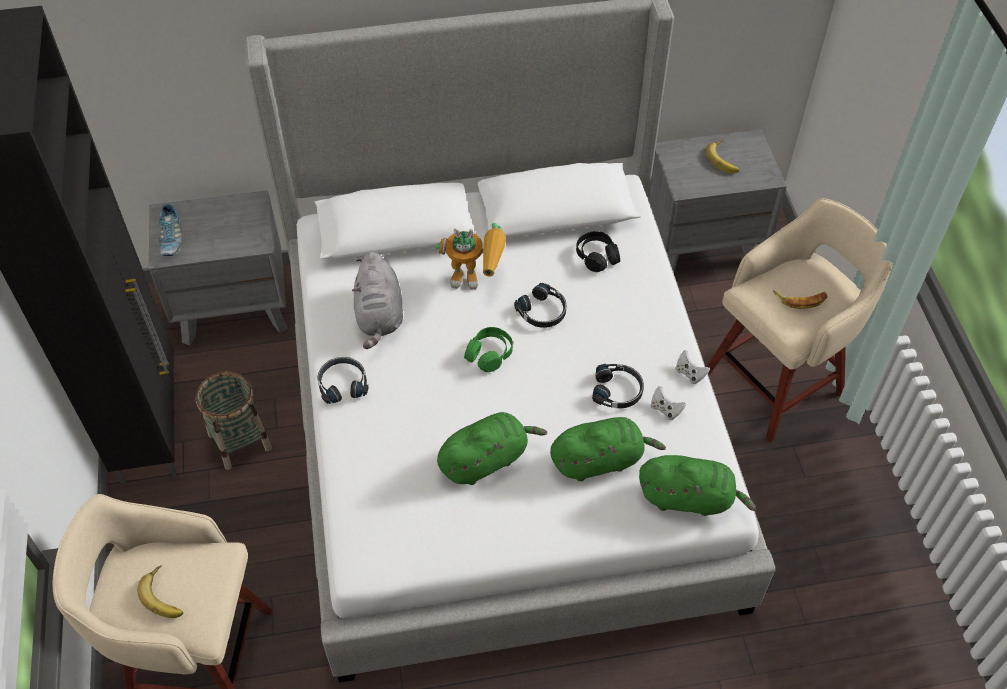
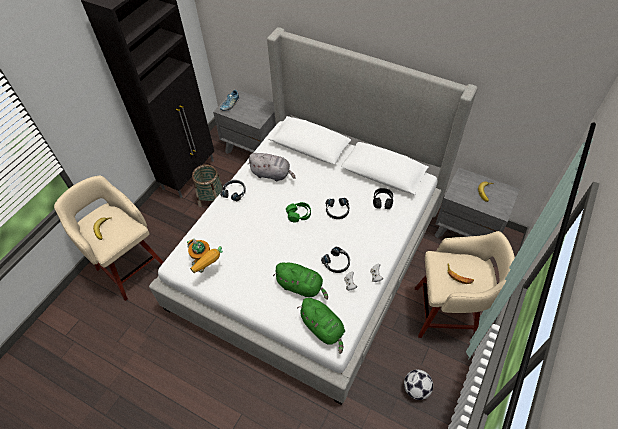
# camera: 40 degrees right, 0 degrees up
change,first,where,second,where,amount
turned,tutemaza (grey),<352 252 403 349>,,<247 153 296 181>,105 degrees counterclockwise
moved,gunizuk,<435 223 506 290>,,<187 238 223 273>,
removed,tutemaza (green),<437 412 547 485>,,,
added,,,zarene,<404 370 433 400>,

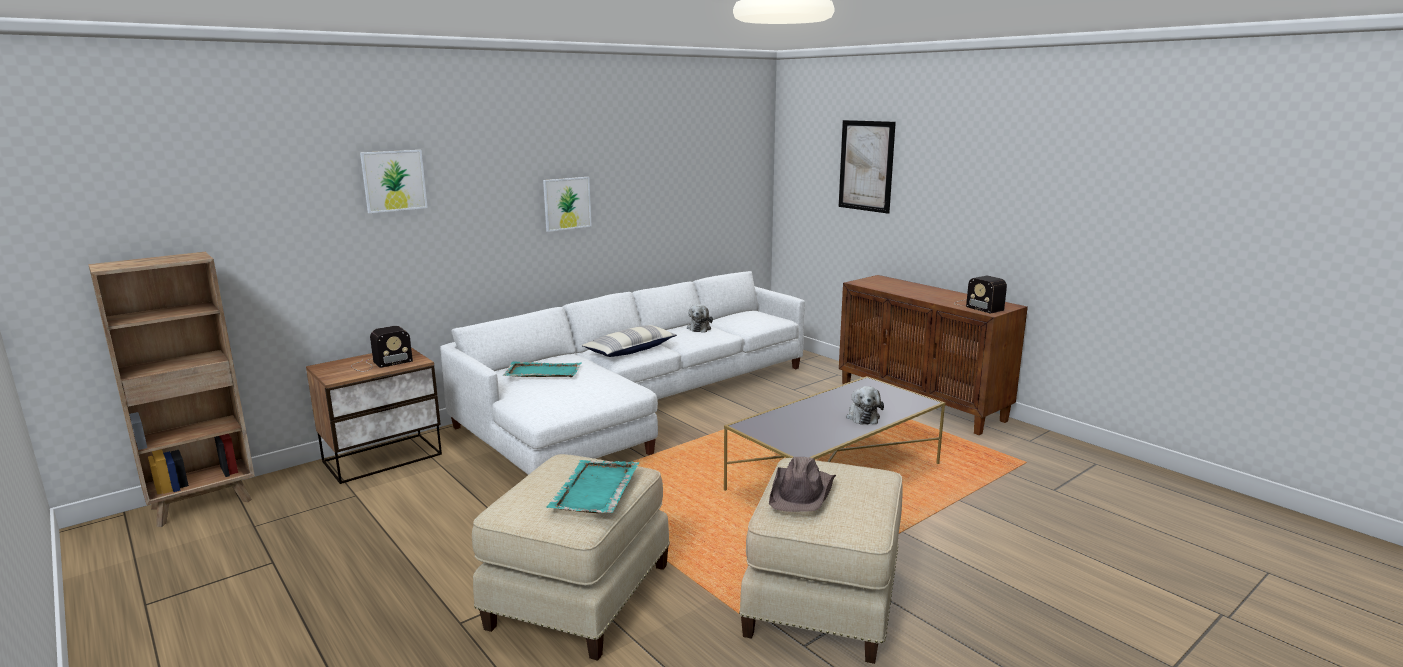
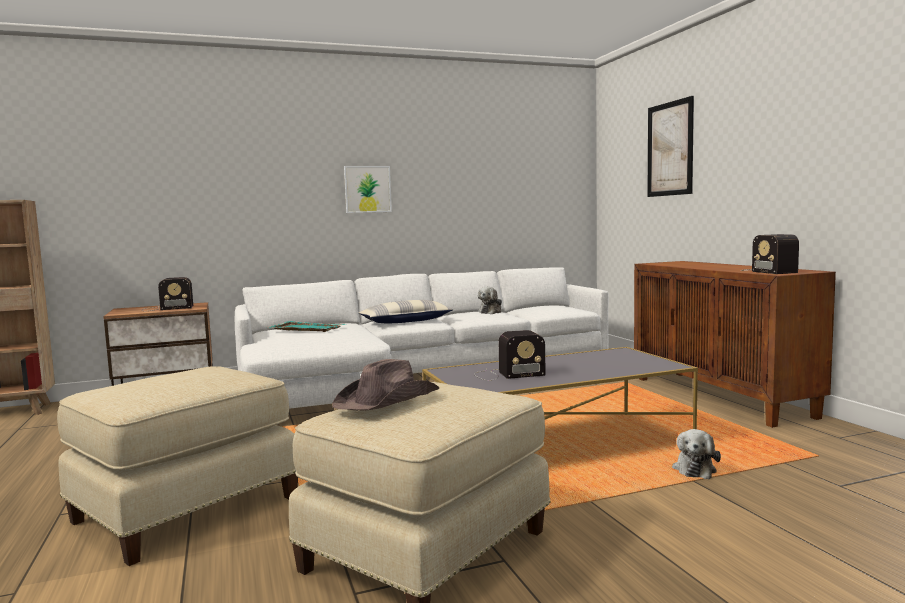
# camera: 20 degrees right, 10 degrees down
change,first,where,second,where,amount
removed,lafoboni,<360 150 428 213>,,,
removed,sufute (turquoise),<546 460 639 513>,,,
moved,tutemaza,<846 386 884 425>,,<672 429 721 479>,
added,,,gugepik,<474 330 546 381>,

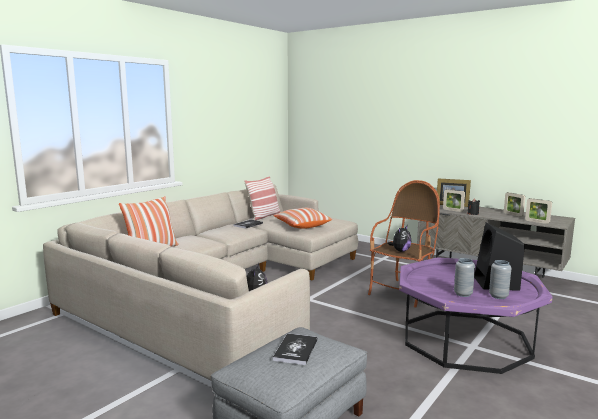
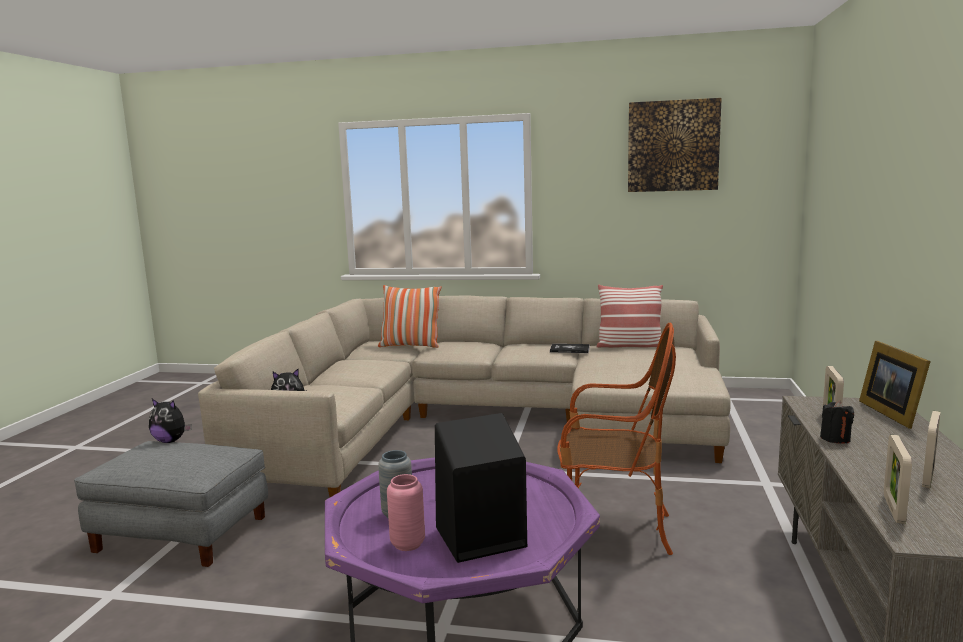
# camera: 65 degrees right, 0 degrees up
change,first,where,second,where,amount
removed,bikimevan,<273 208 332 229>,,,
removed,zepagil,<273 333 318 365>,,,
moved,tutemaza,<387 226 411 252>,,<149 399 192 443>,
recoloured,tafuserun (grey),<489 260 511 299>,tafuserun (pink),<387 474 425 551>,
added,,,lafoboni,<628 98 722 192>,

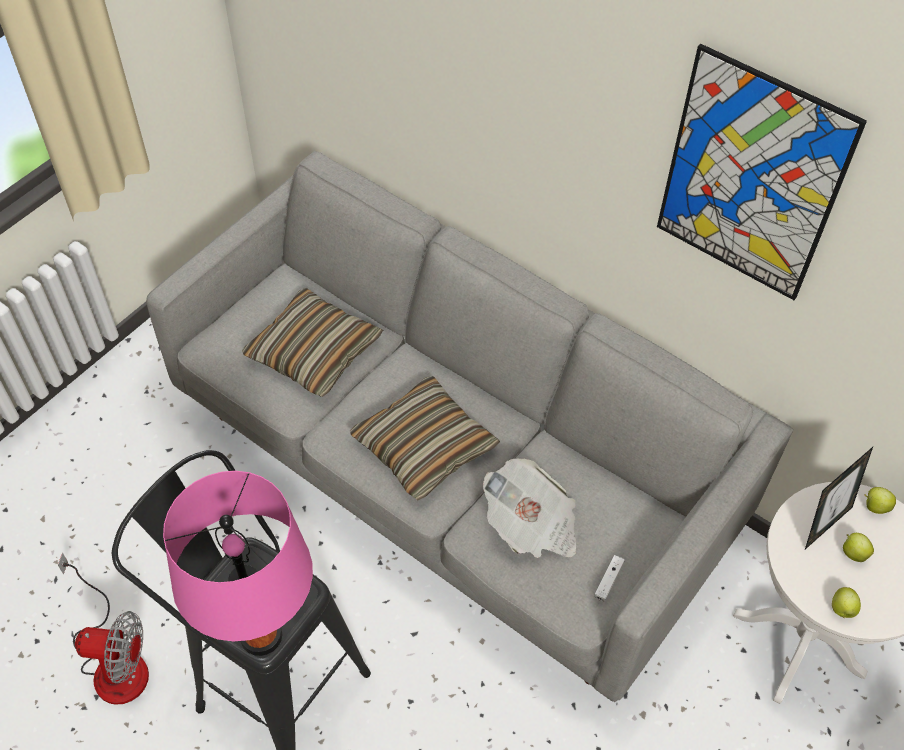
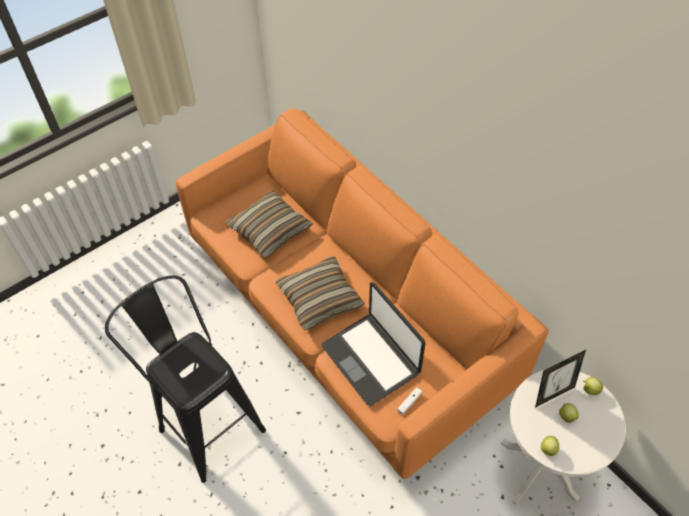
# camera: 15 degrees right, 0 degrees up
change,first,where,second,where,amount
removed,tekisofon,<58 553 149 704>,,,
recoloured,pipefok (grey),<146 151 793 702>,pipefok (orange),<176 108 549 479>,
removed,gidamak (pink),<163 471 313 656>,,,
replaced,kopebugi,<483 459 576 558>,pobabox,<321 282 426 406>,
removed,lafoboni,<657 43 867 300>,,,

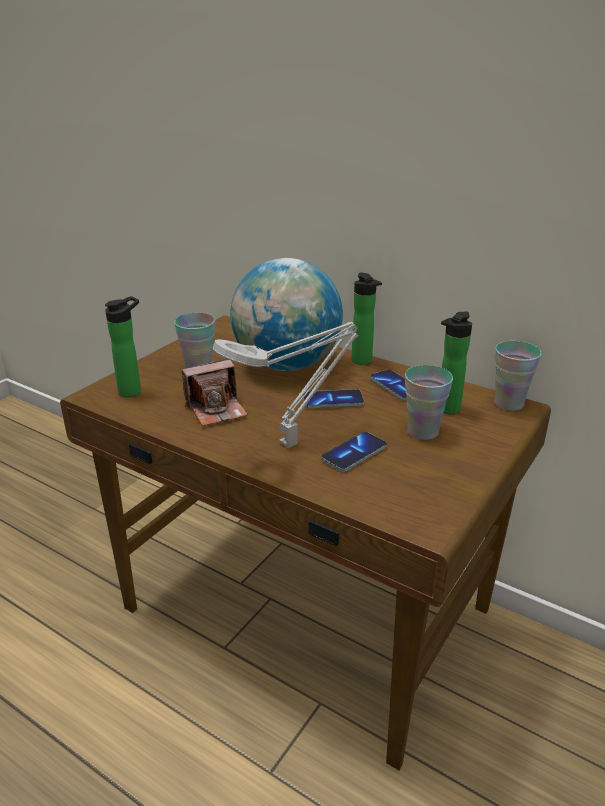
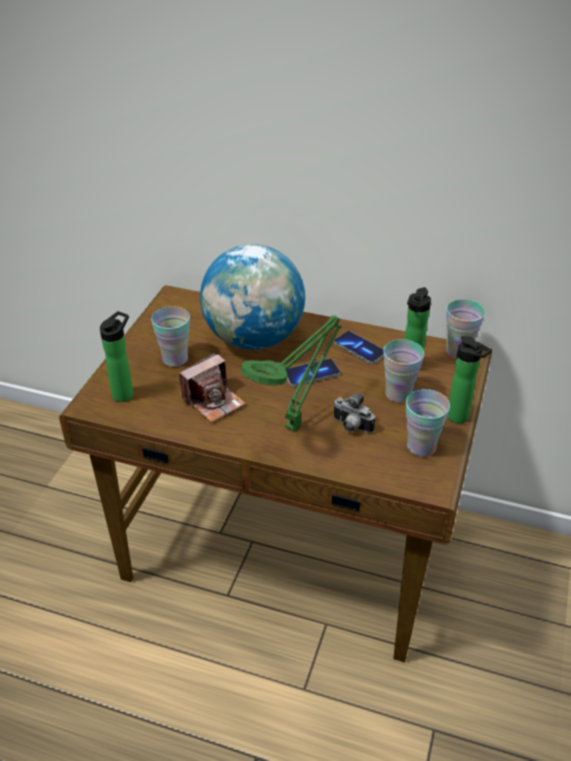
# camera: 15 degrees left, 10 degrees up
change,first,where,second,where,amount
recoloured,gidamak (grey),<213 322 359 448>,gidamak (green),<241 316 342 432>,
replaced,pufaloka,<321 432 387 472>,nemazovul,<333 393 375 433>,
moved,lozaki,<351 272 382 365>,,<447 336 492 423>,
added,,,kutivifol,<406 389 450 457>,

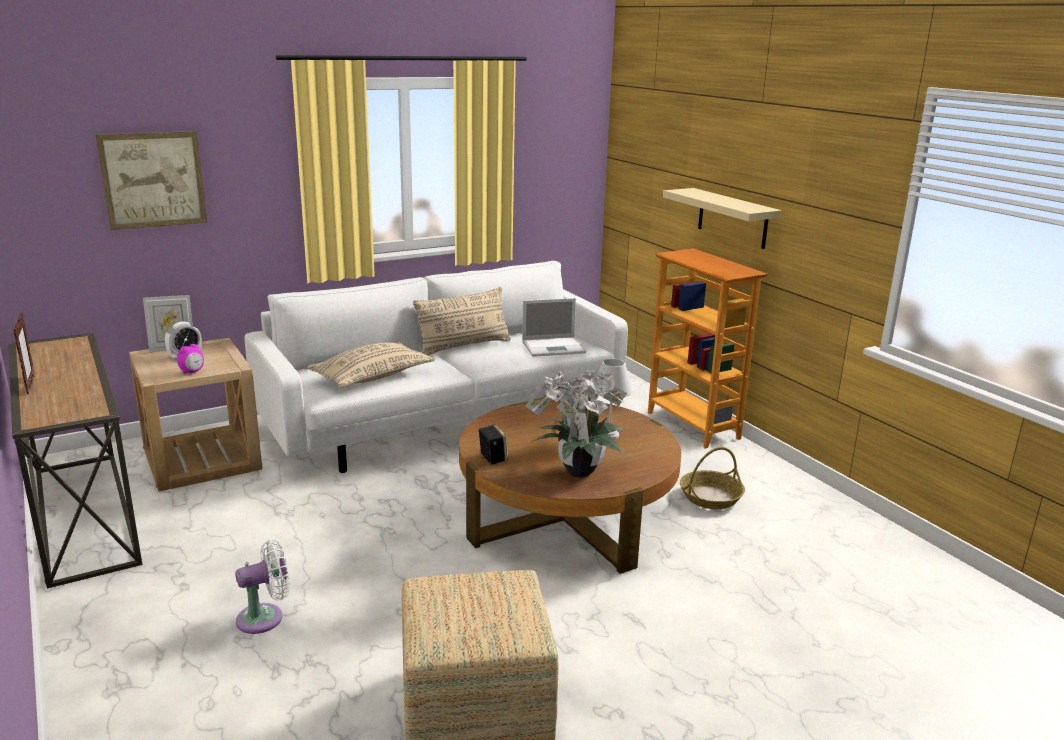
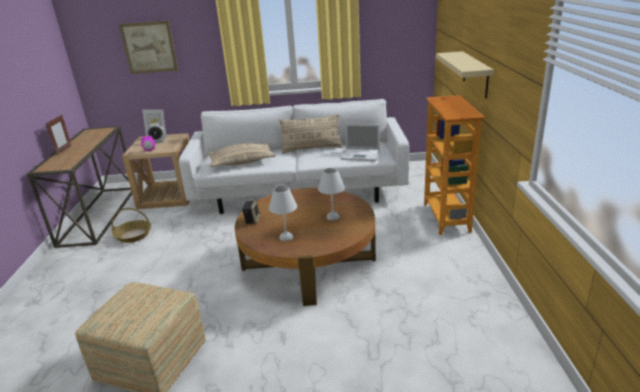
# camera: 30 degrees right, 5 degrees up
change,first,where,second,where,amount
removed,tekisofon (white),<235 540 290 634>,,,
replaced,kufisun,<525 370 627 478>,gidamak (white),<269 186 297 241>,
moved,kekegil,<680 447 745 509>,,<111 208 151 243>,

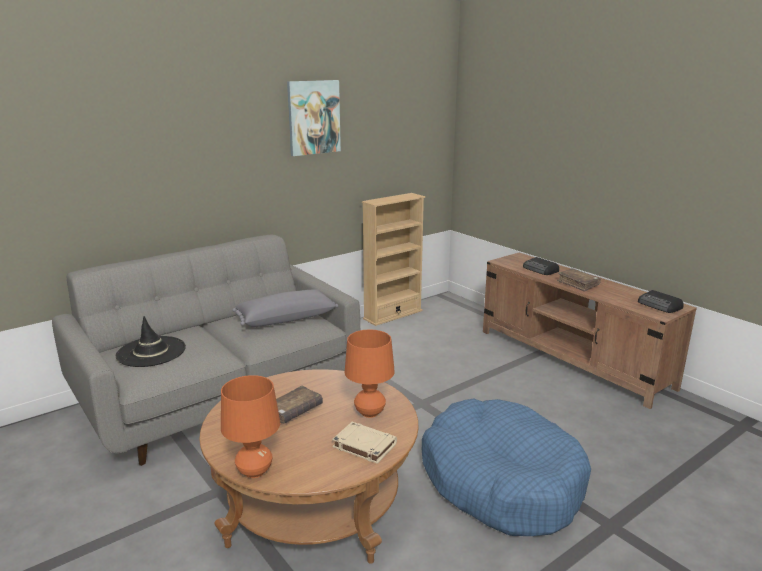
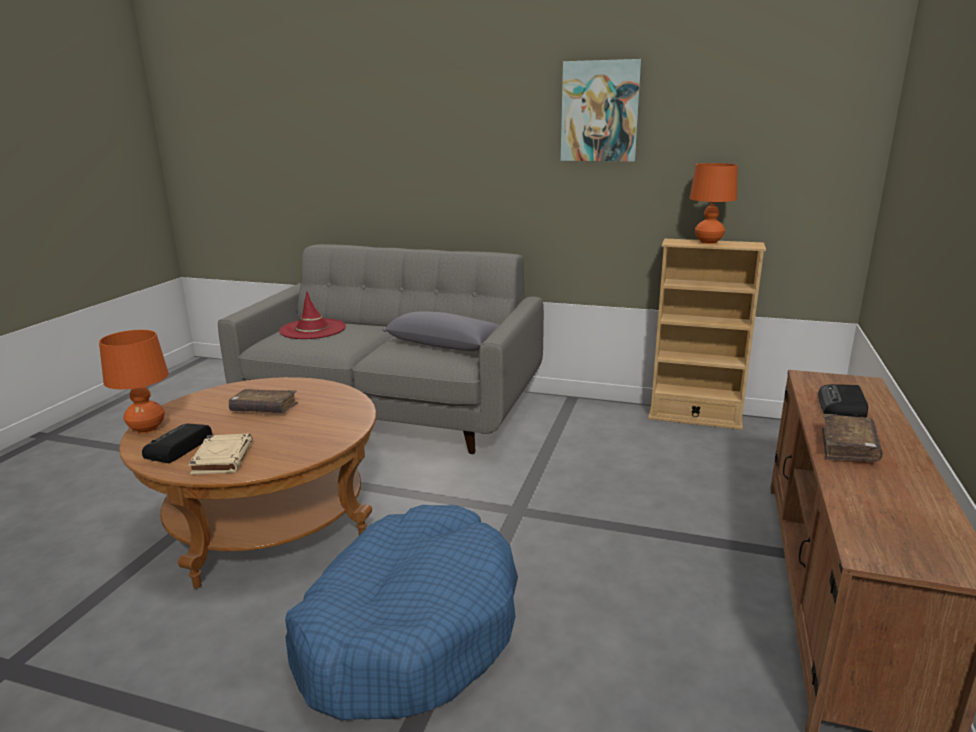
# camera: 55 degrees right, 0 degrees up
change,first,where,second,where,amount
recoloured,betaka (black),<116 316 186 367>,betaka (red),<279 291 346 339>,
moved,gidamak (orange),<344 330 395 418>,,<689 163 738 244>,
moved,gugepik,<638 290 684 313>,,<142 424 212 463>,

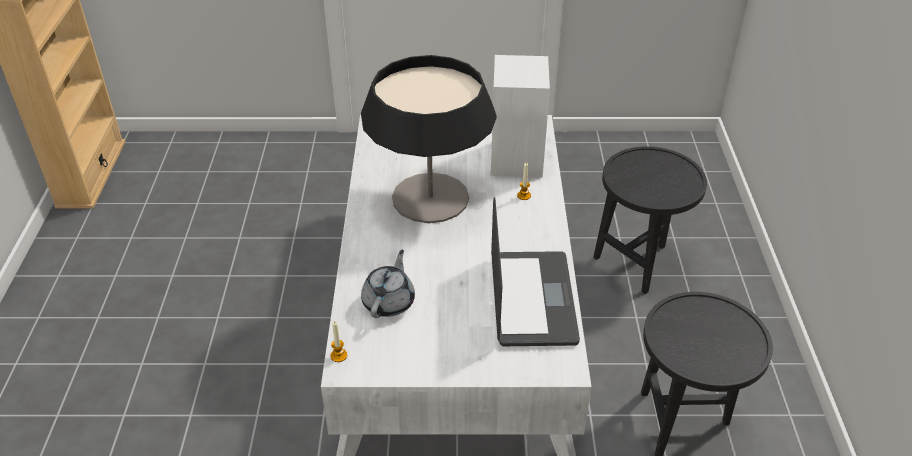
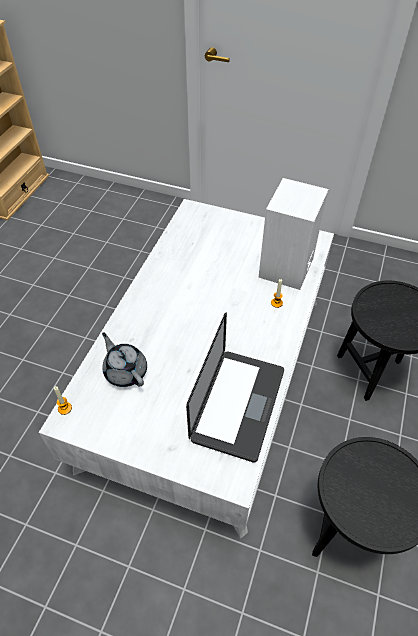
# camera: 20 degrees right, 10 degrees up
change,first,where,second,where,amount
removed,gidamak,<361 55 497 223>,,,
turned,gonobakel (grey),<361 249 415 318>,,<102 332 147 387>,75 degrees counterclockwise

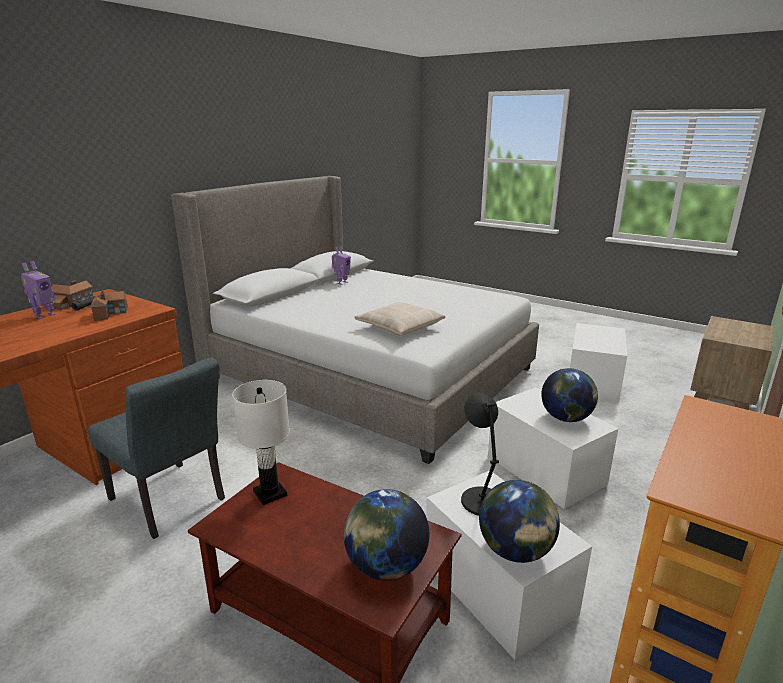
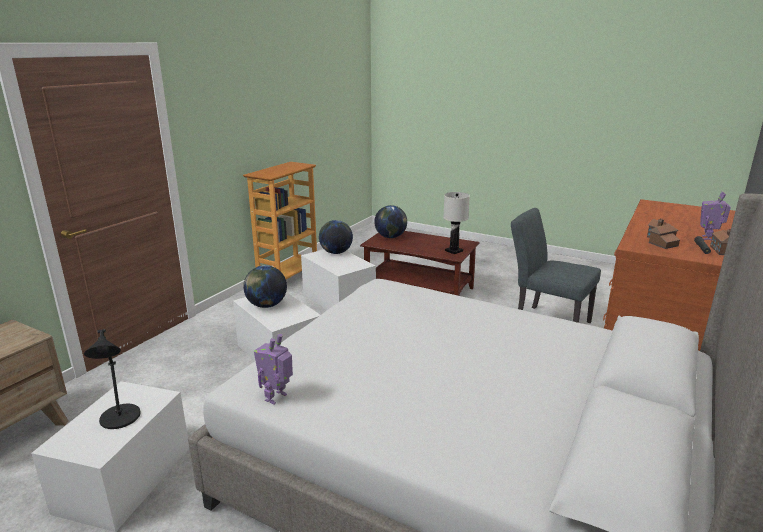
# camera: 175 degrees right, 0 degrees up
change,first,where,second,where,amount
moved,gunizuk,<332 246 351 285>,,<254 334 293 404>,
removed,bikimevan (beige),<354 302 445 335>,,,
moved,gidamak (black),<461 393 499 516>,,<84 329 141 429>,

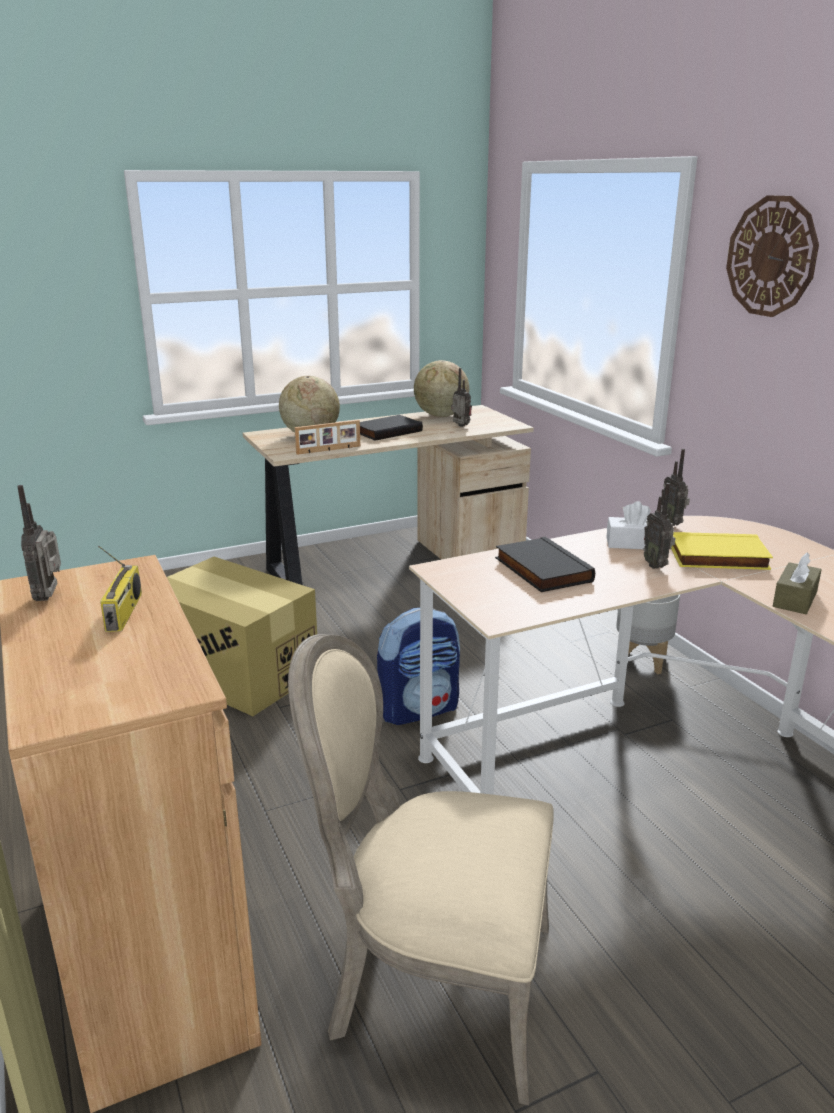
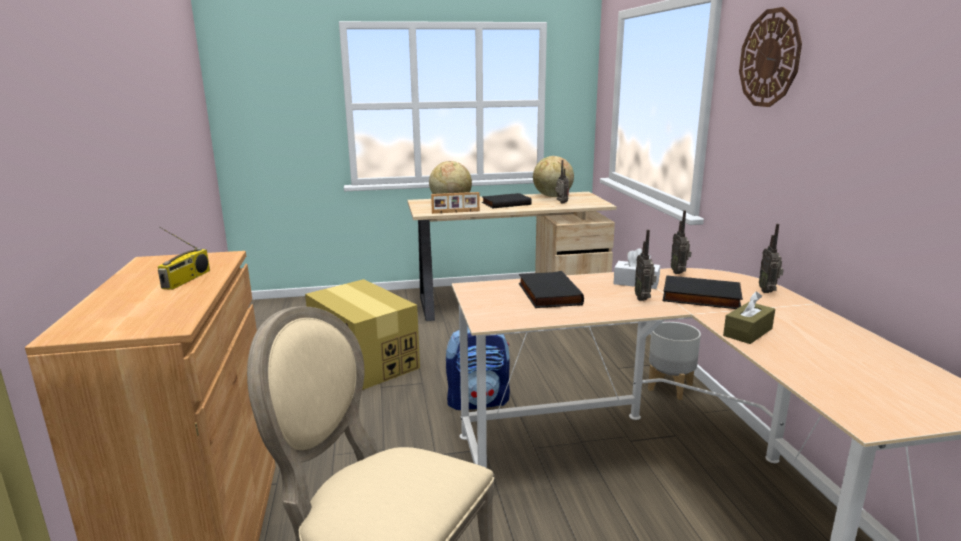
# camera: 15 degrees right, 5 degrees down
change,first,where,second,where,amount
moved,gugepik,<18 485 61 601>,,<759 224 784 293>,
recoloured,zepagil (yellow),<671 532 773 570>,zepagil (black),<663 275 743 309>,

